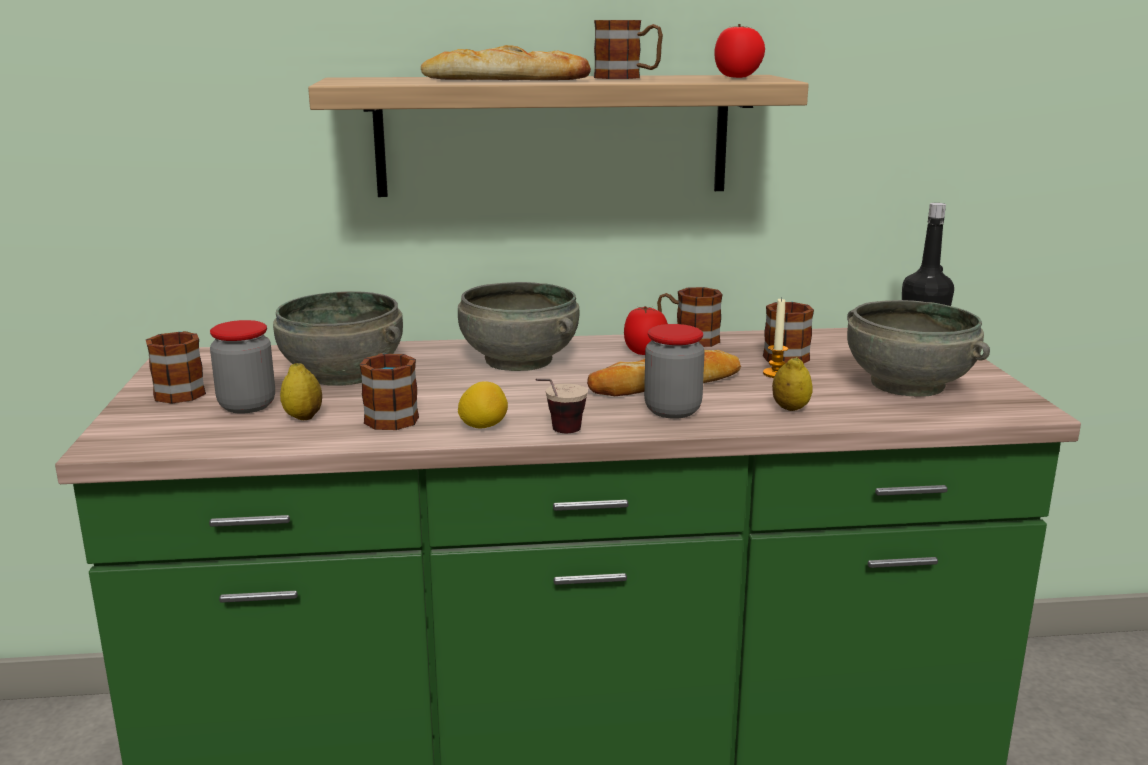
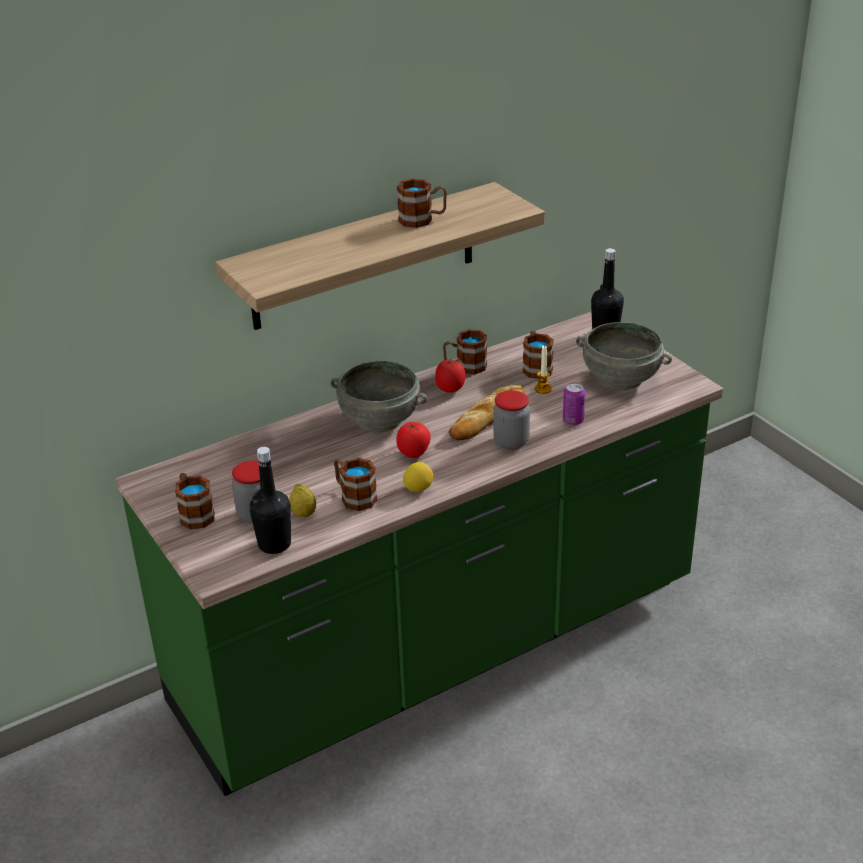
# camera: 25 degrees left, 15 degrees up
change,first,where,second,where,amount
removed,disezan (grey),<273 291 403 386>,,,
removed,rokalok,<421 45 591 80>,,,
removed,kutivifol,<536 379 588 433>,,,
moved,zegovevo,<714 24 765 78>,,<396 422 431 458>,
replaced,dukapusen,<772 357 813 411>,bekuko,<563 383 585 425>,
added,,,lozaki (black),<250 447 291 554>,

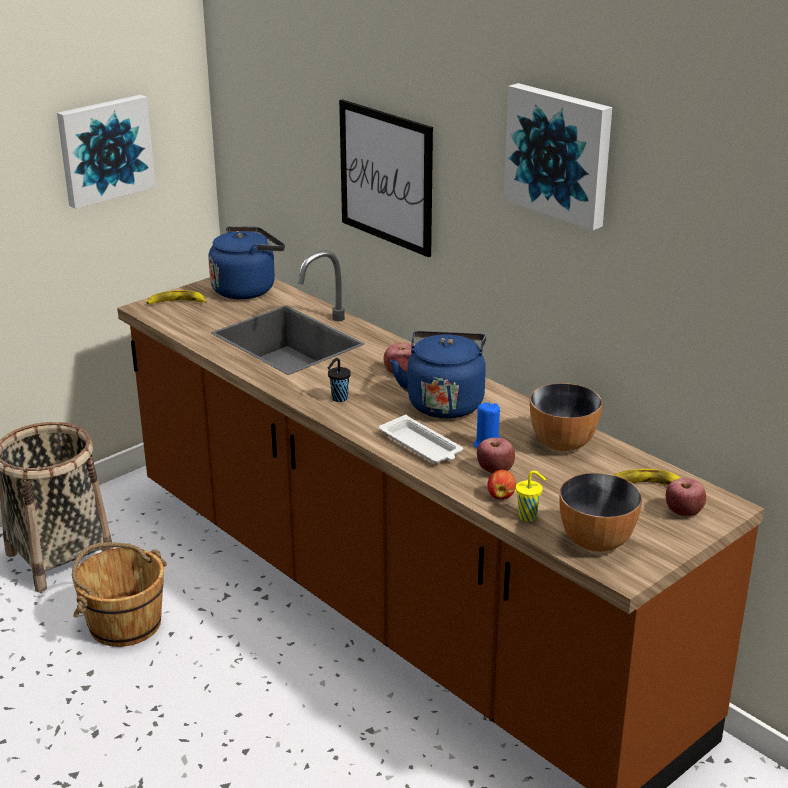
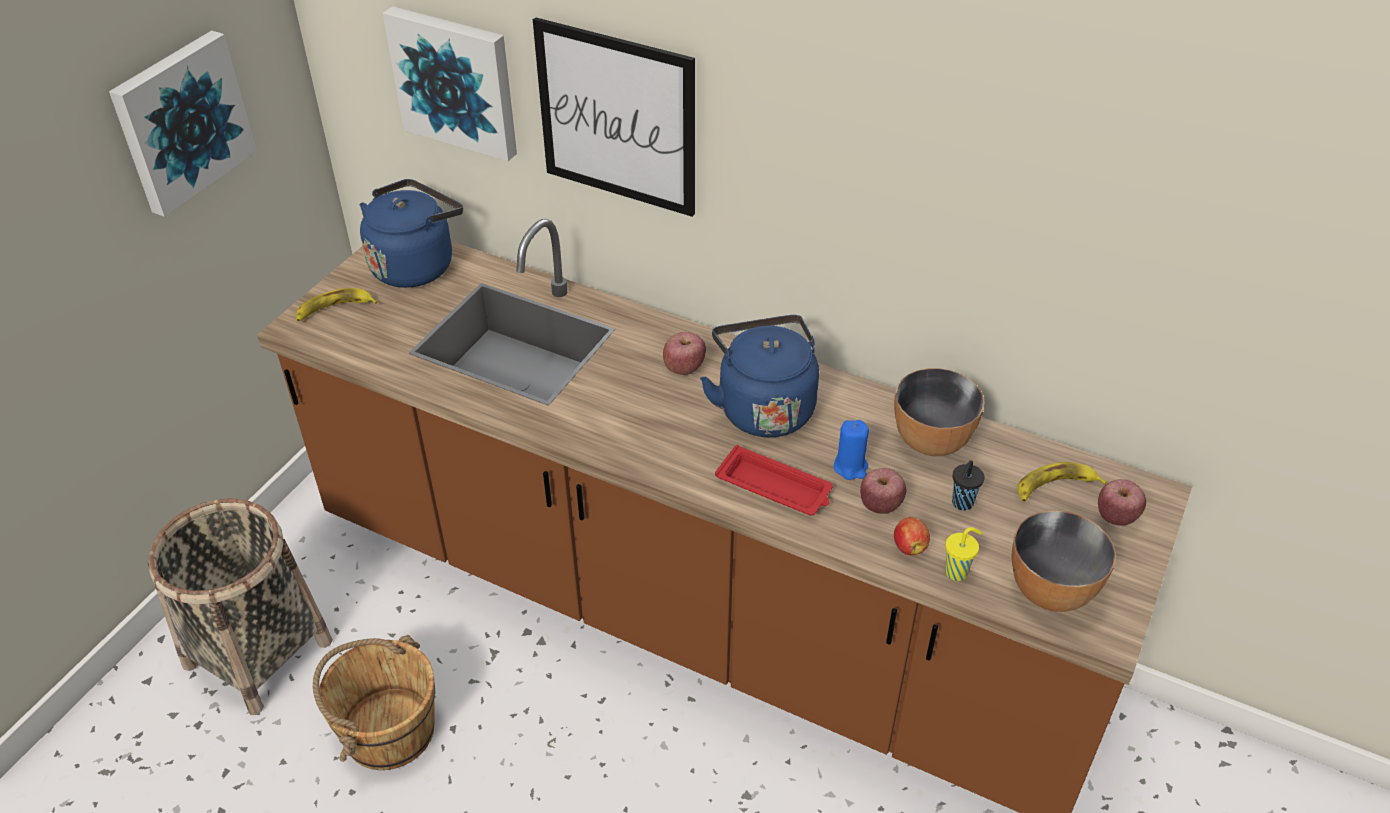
# camera: 20 degrees left, 15 degrees up
change,first,where,second,where,amount
moved,kutivifol (black),<327 358 351 402>,,<952 460 984 511>,
recoloured,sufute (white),<379 415 463 464>,sufute (red),<715 445 833 516>,
moved,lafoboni,<504 83 612 230>,,<383 6 517 161>,

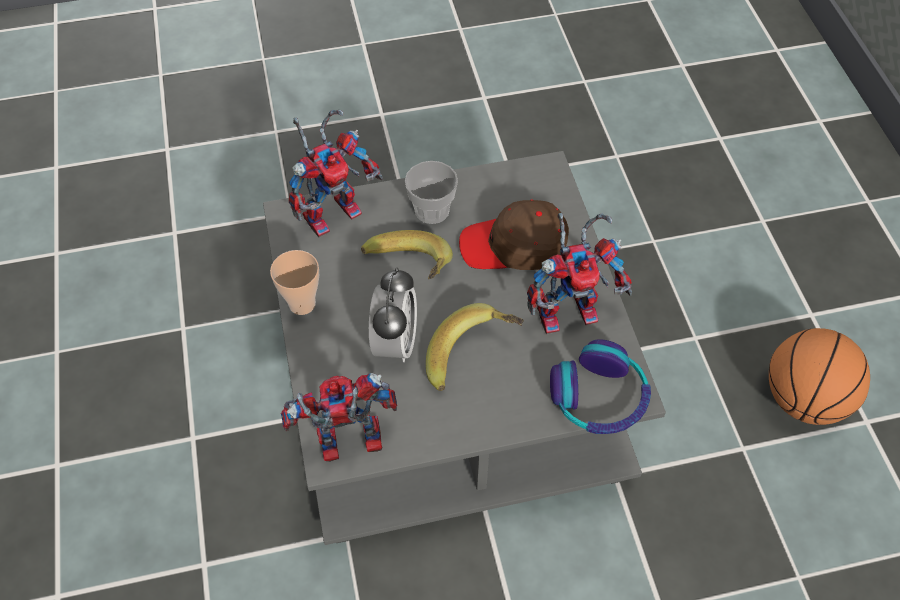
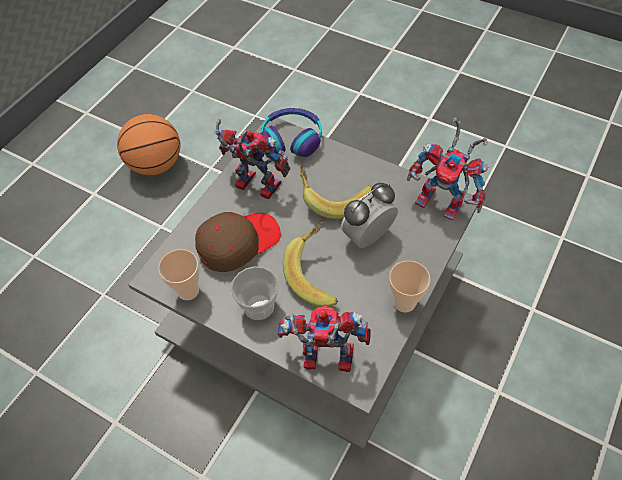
# camera: 135 degrees left, 0 degrees up
change,first,where,second,where,amount
turned,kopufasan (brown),<459 200 569 270>,,<195 212 281 272>,75 degrees counterclockwise
added,,,kutivifol,<158 249 199 300>,

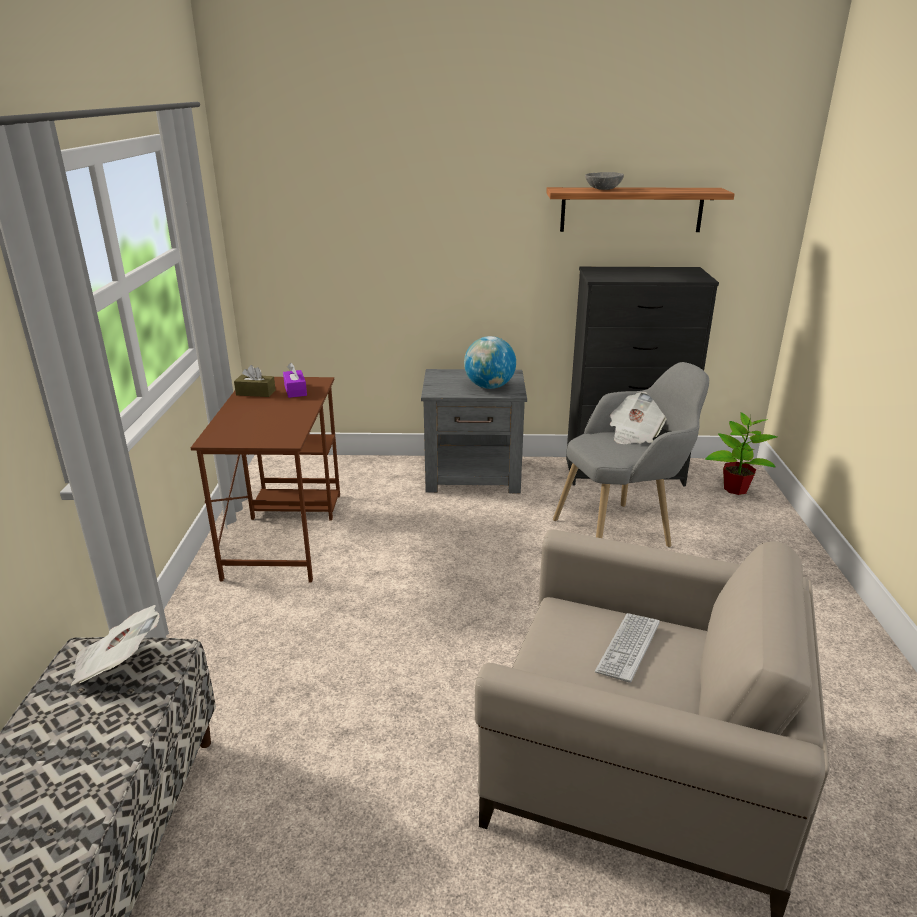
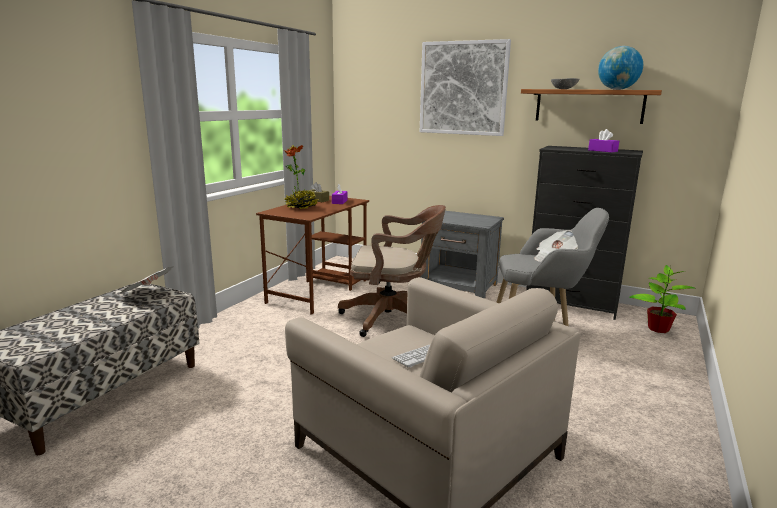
# camera: 25 degrees right, 10 degrees down
change,first,where,second,where,amount
moved,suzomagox,<464 336 516 389>,,<598 46 643 90>,
added,,,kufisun,<284 145 319 209>,
added,,,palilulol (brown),<338 205 446 337>,
added,,,lafoboni,<420 39 511 136>,
added,,,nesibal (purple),<588 129 619 152>,

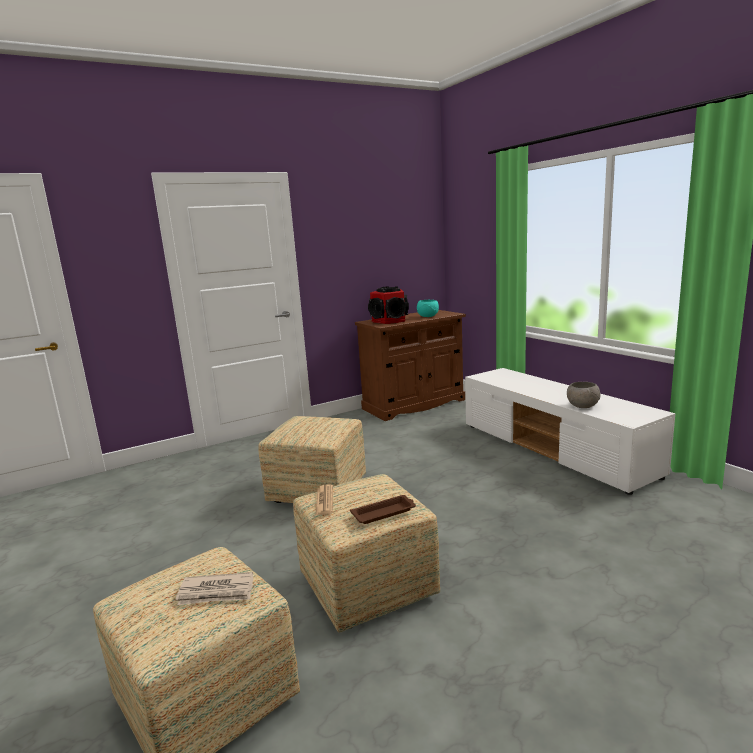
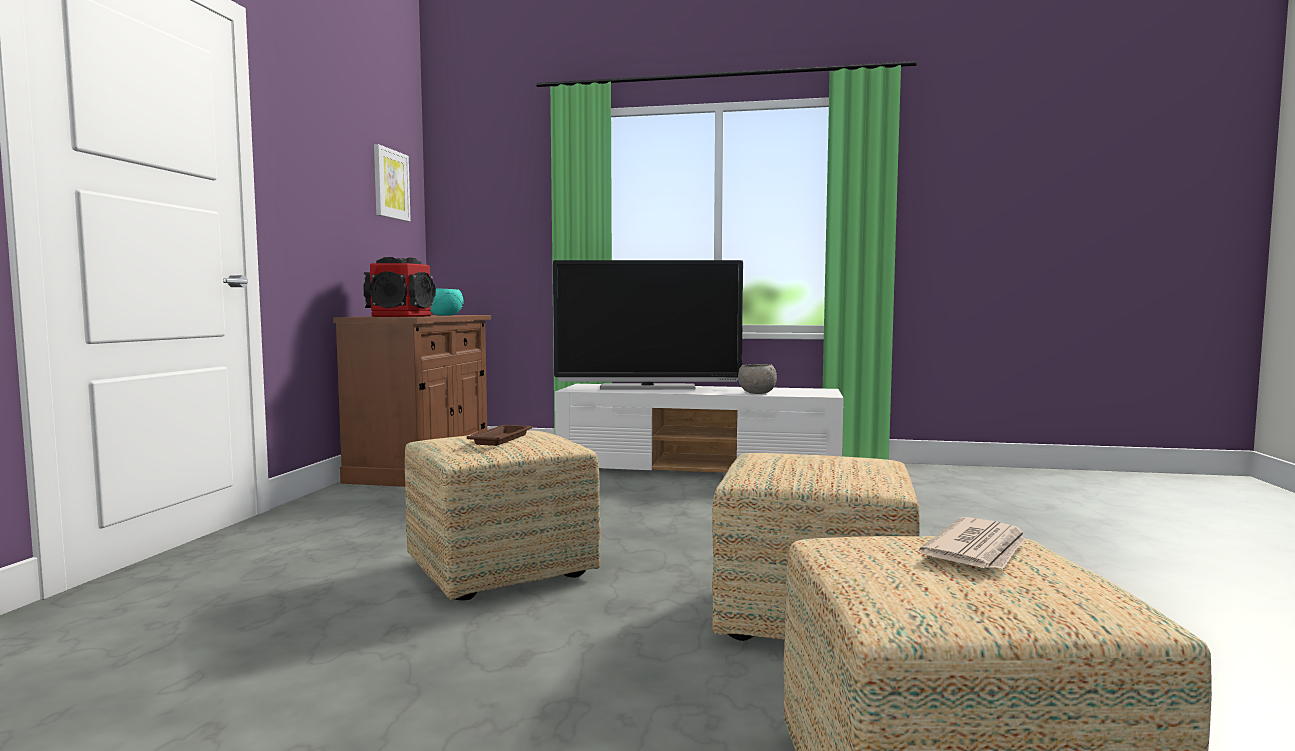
# camera: 50 degrees left, 10 degrees down
change,first,where,second,where,amount
removed,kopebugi,<316 484 333 515>,,,
moved,sufute (brown),<350 495 416 524>,,<467 425 533 446>,
added,,,lafoboni,<374 144 411 222>,
added,,,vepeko,<553 260 743 390>,

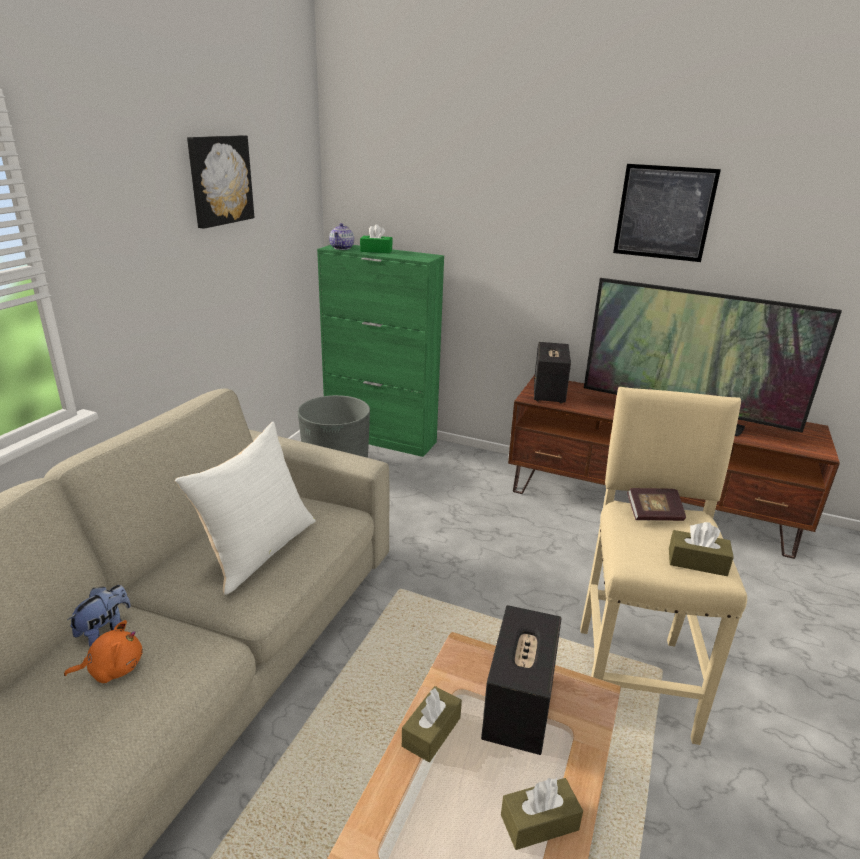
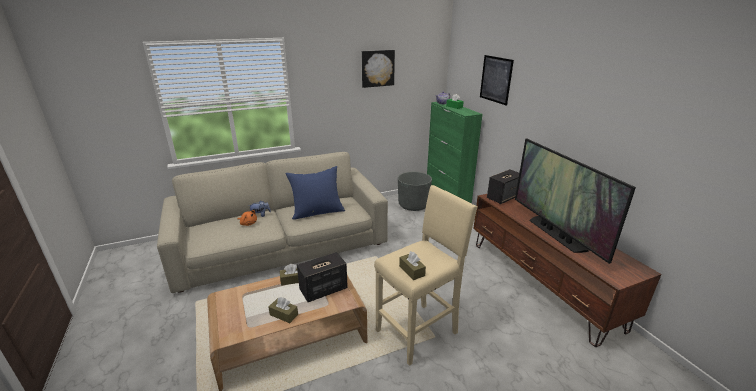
# camera: 45 degrees right, 0 degrees up
change,first,where,second,where,amount
recoloured,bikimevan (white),<175 422 316 595>,bikimevan (blue),<285 166 345 219>,
moved,lafoboni,<613 164 721 262>,,<480 55 514 106>,
removed,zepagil,<627 488 686 521>,,,

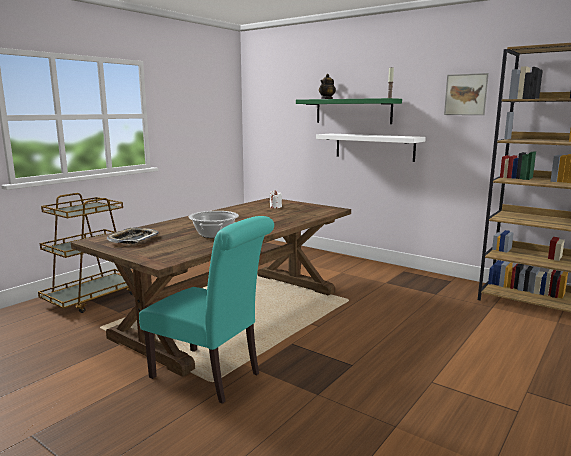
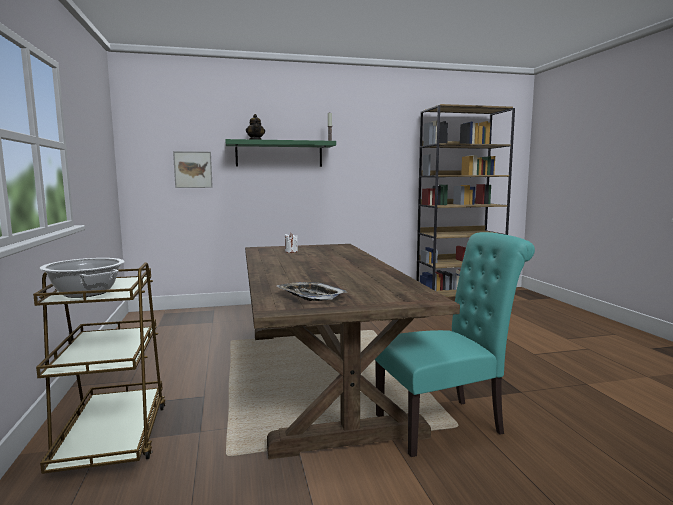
# camera: 50 degrees left, 5 degrees down
change,first,where,second,where,amount
moved,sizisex,<189 211 239 238>,,<40 258 125 298>,
removed,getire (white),<316 134 426 162>,,,
moved,lafoboni,<444 73 489 115>,,<173 151 213 188>,

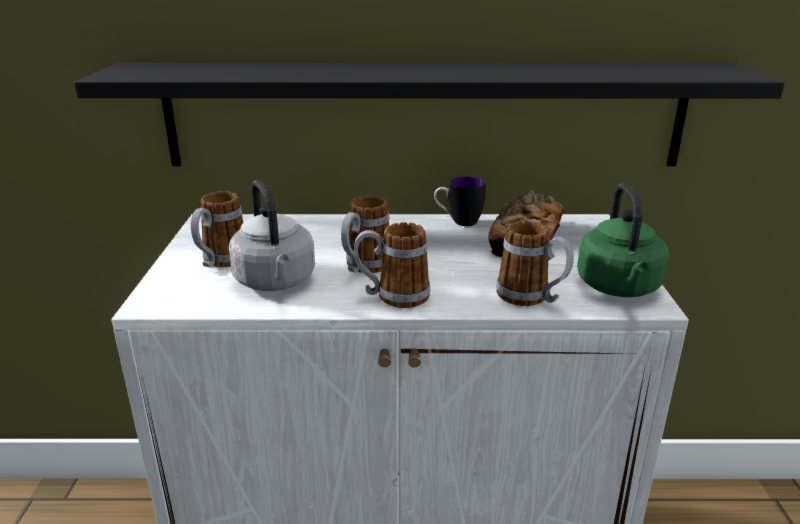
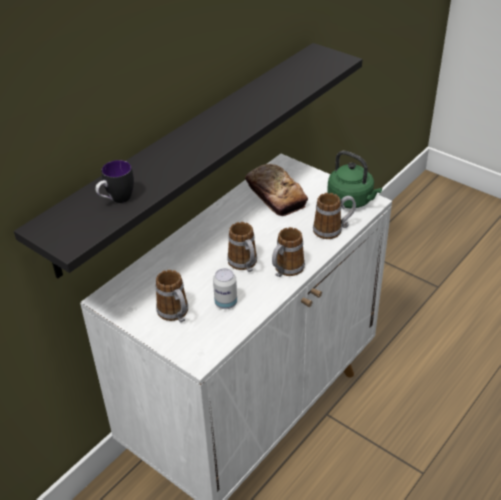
# camera: 50 degrees left, 15 degrees up
change,first,where,second,where,amount
replaced,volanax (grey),<229 180 315 291>,bekuko,<213 268 237 309>,
moved,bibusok,<434 176 486 226>,,<95 160 134 203>,

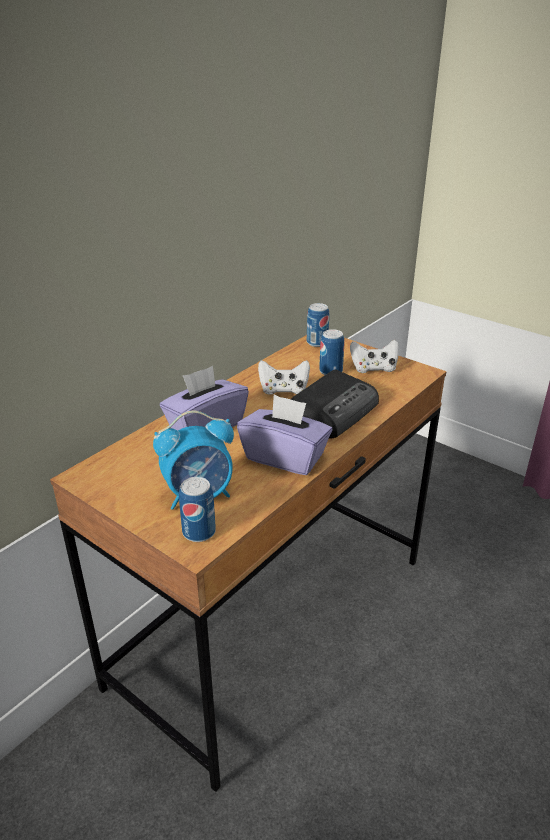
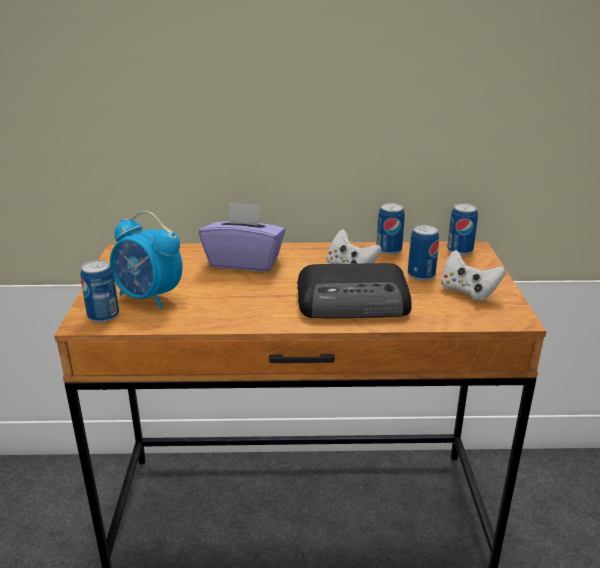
# camera: 50 degrees right, 5 degrees down
change,first,where,second,where,amount
removed,nesibal (purple),<237 394 332 475>,,,
added,,,bekuko,<377 203 405 255>,

